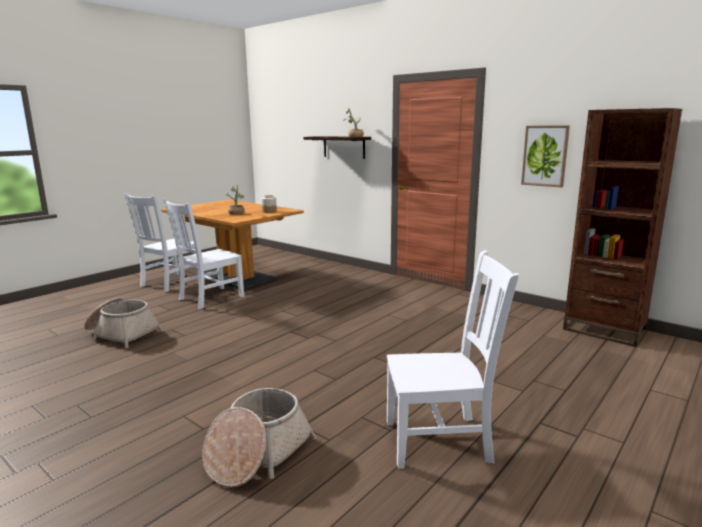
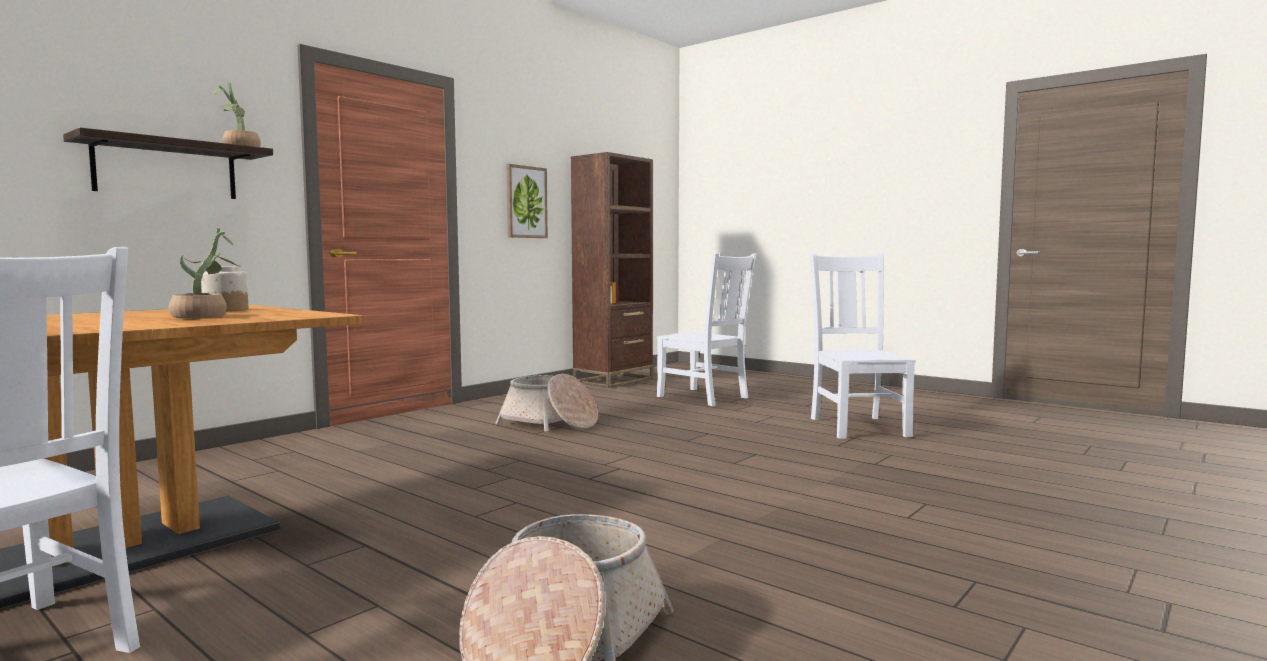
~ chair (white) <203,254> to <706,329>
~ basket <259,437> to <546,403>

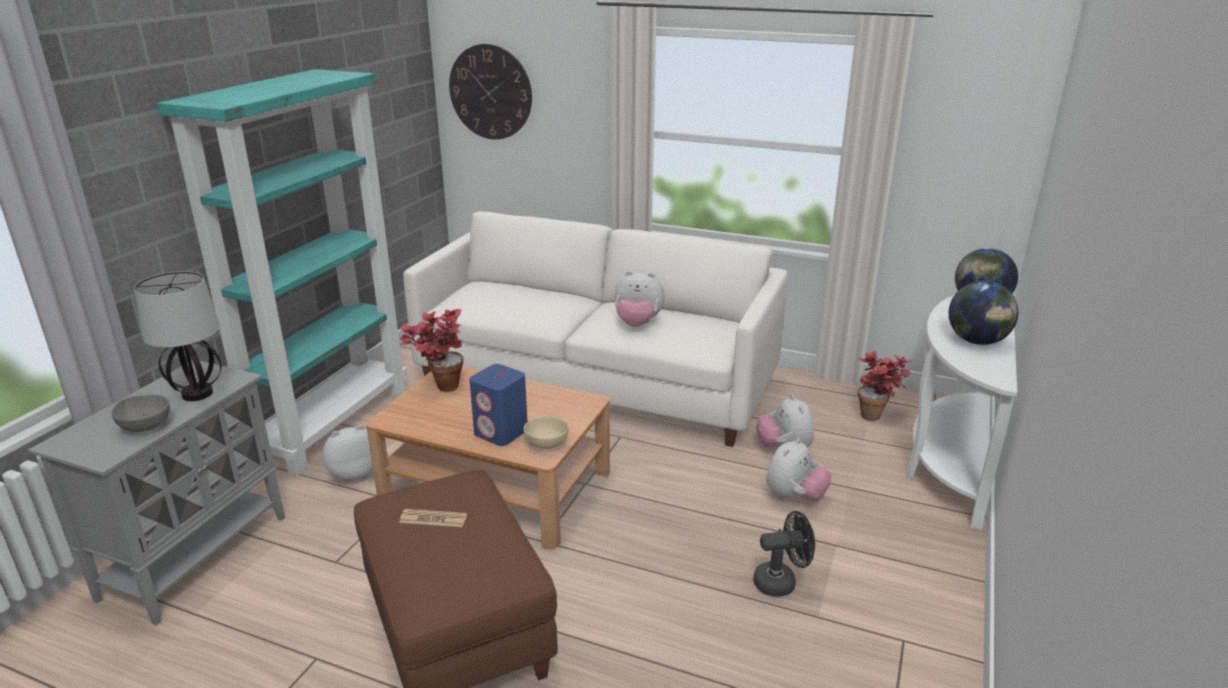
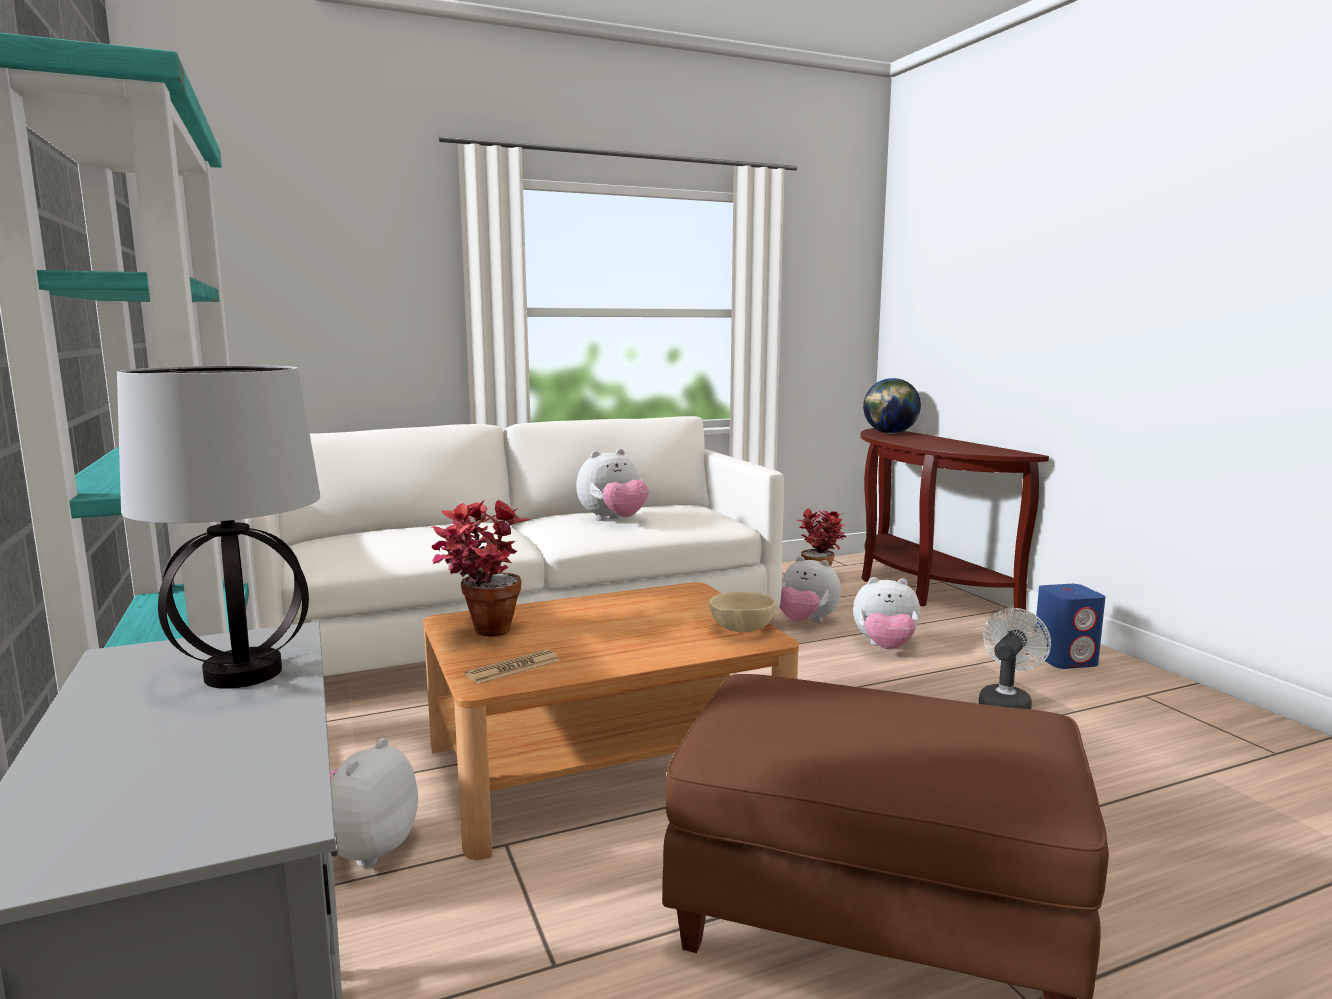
- wall clock <490,92>
- globe <983,313>
~ console table (white) <961,411> to console table (brown) <954,520>
~ speaker (blue) <498,405> to <1070,626>
- bowl (grey) <140,413>
~ plush toy <798,470> = <886,613> 105 degrees clockwise
~ newspaper <433,518> to <512,666>
~ fan (black) <784,553> to fan (white) <1014,658>

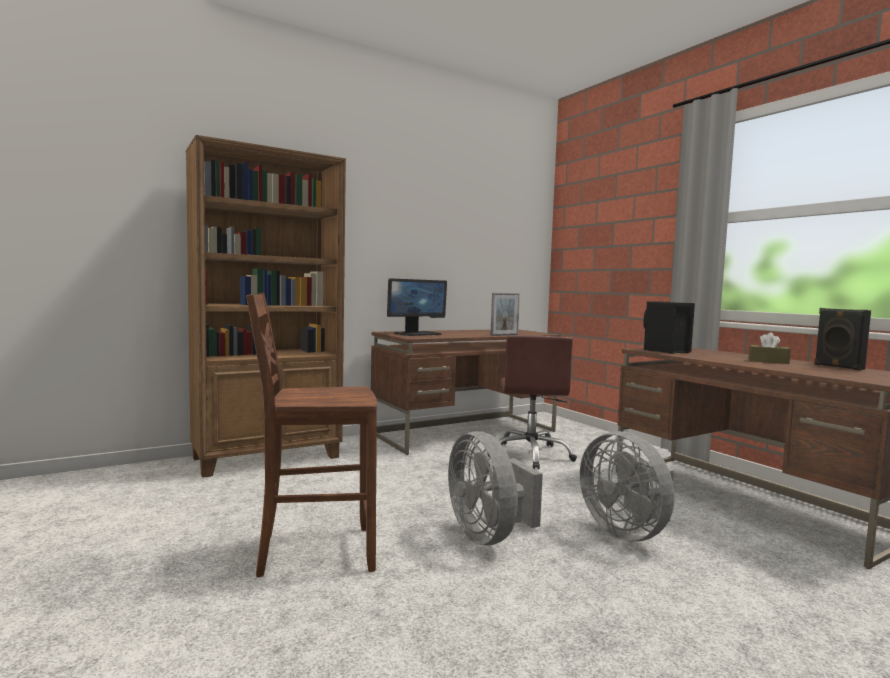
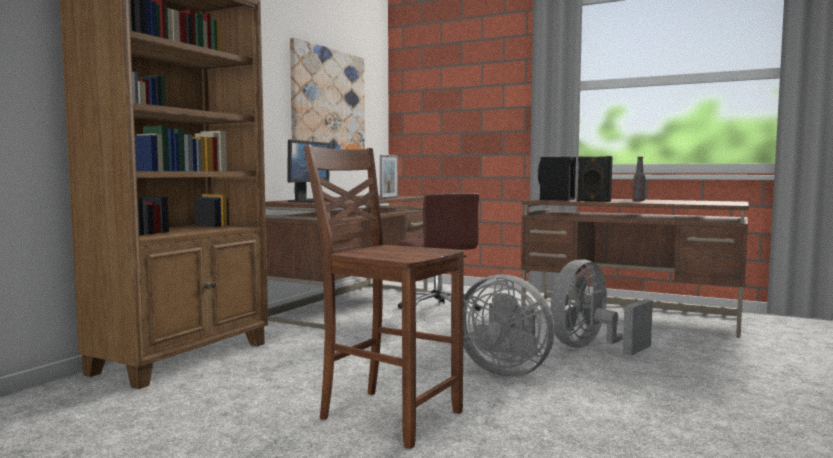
~ chair (brown) <311,435> = <384,297> 75 degrees clockwise
~ speaker (black) <842,339> to <594,179>
~ tissue box (brown) <770,348> to bottle <639,179>
~ fan (grey) <627,486> = <601,308> 105 degrees clockwise
+ picture <327,94>

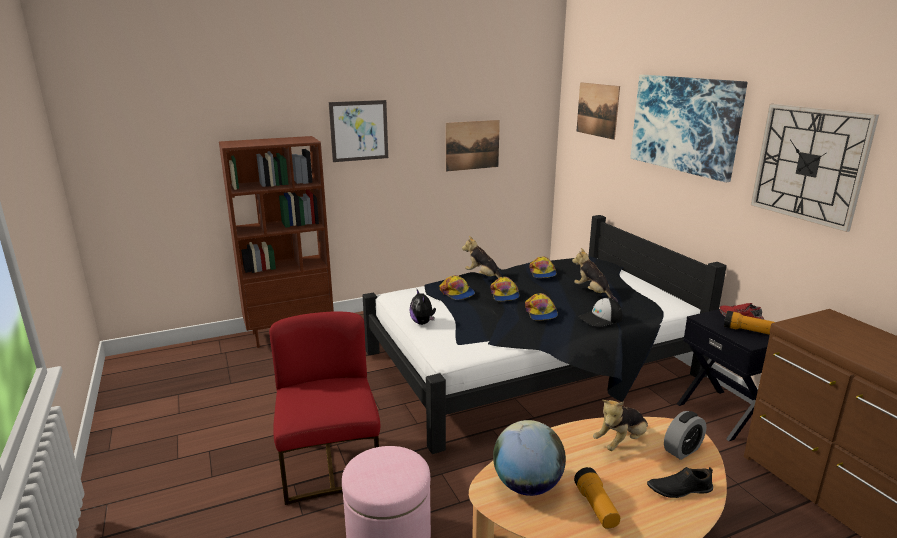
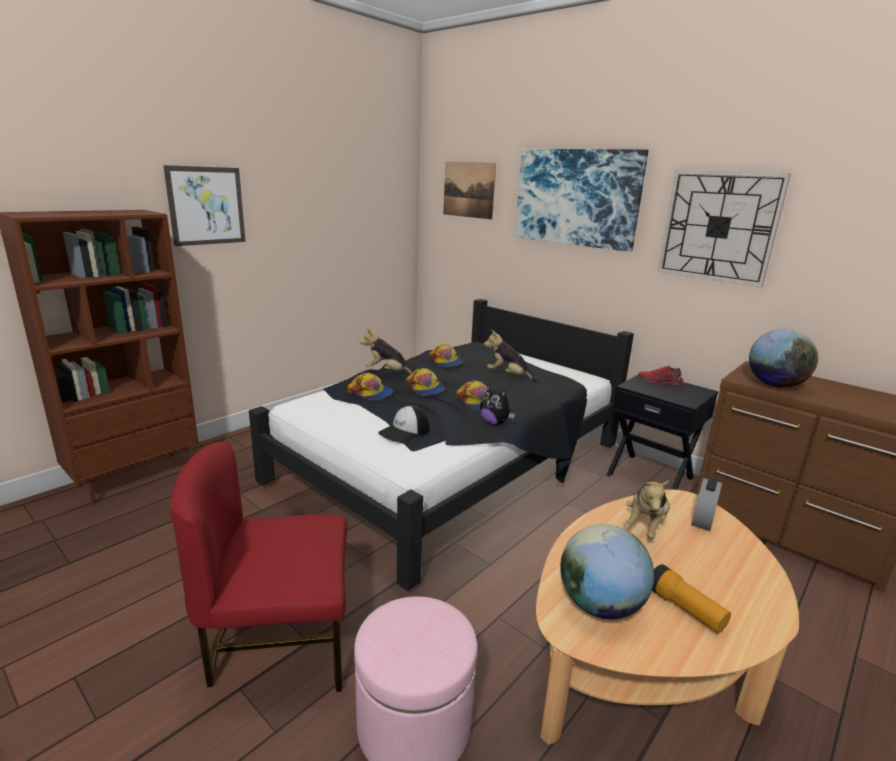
- picture <473,146>
~ plush toy <423,306> to <497,404>
~ cap <600,312> to <403,424>
- flashlight <749,323>
~ chair (red) <324,408> = <258,567> 60 degrees counterclockwise
- shoe (black) <680,482>
+ globe <783,358>

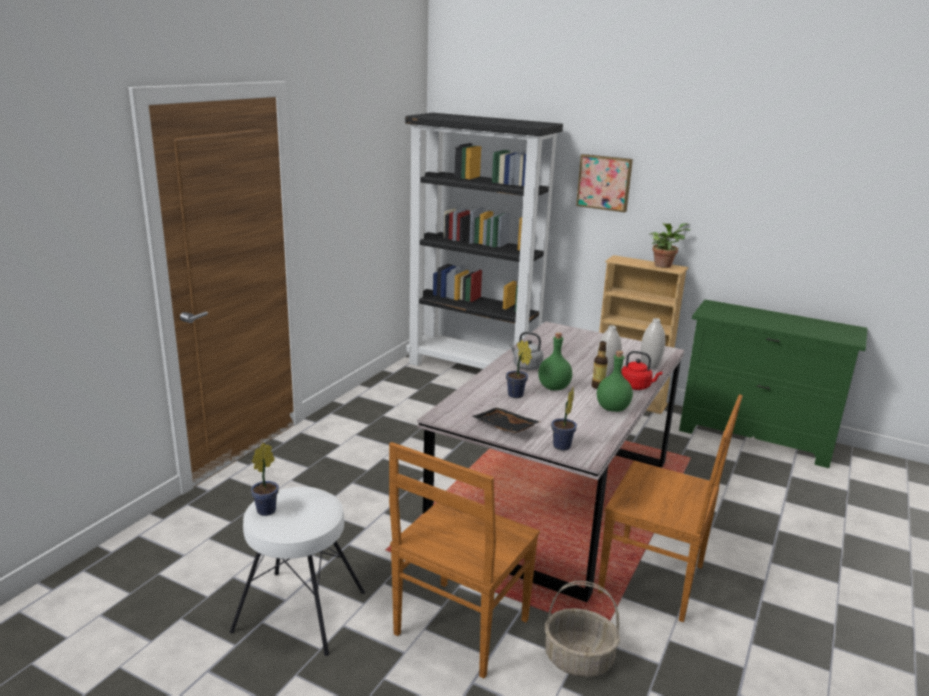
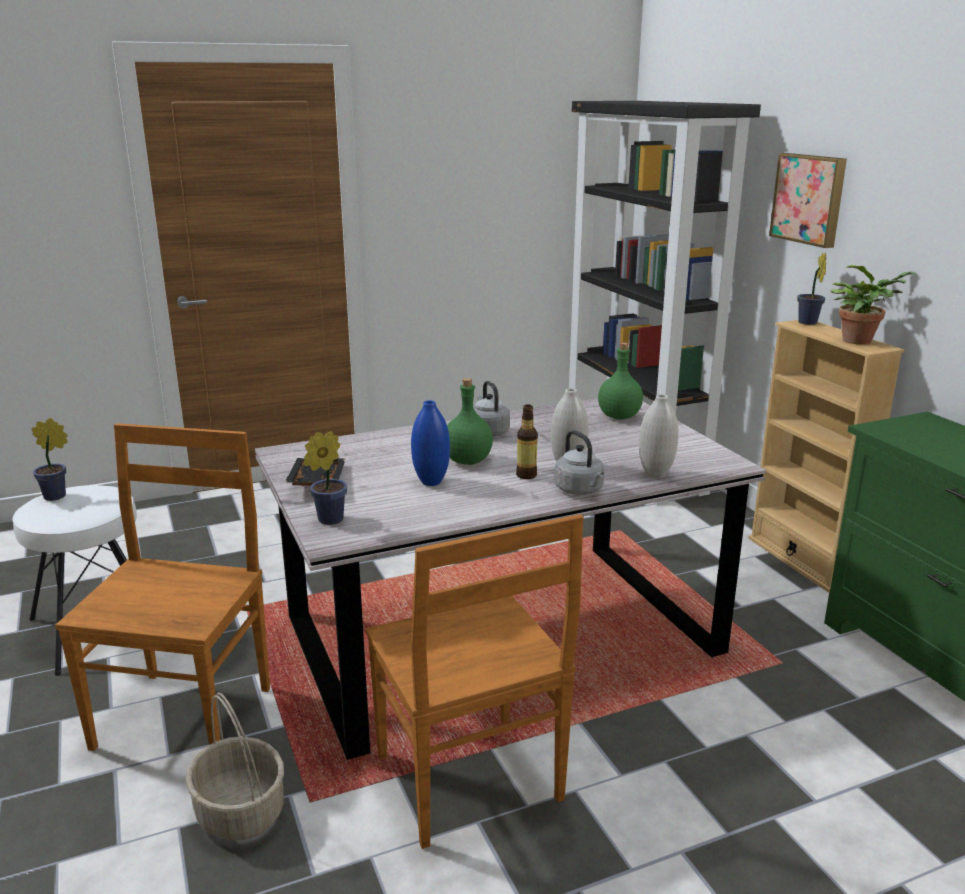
~ potted plant <519,369> to <811,288>
~ bottle (green) <615,381> to <620,381>
~ kettle (red) <641,370> to kettle (grey) <579,462>
~ chair (brown) <464,560> = <162,587> 120 degrees clockwise
+ vase (blue) <430,443>

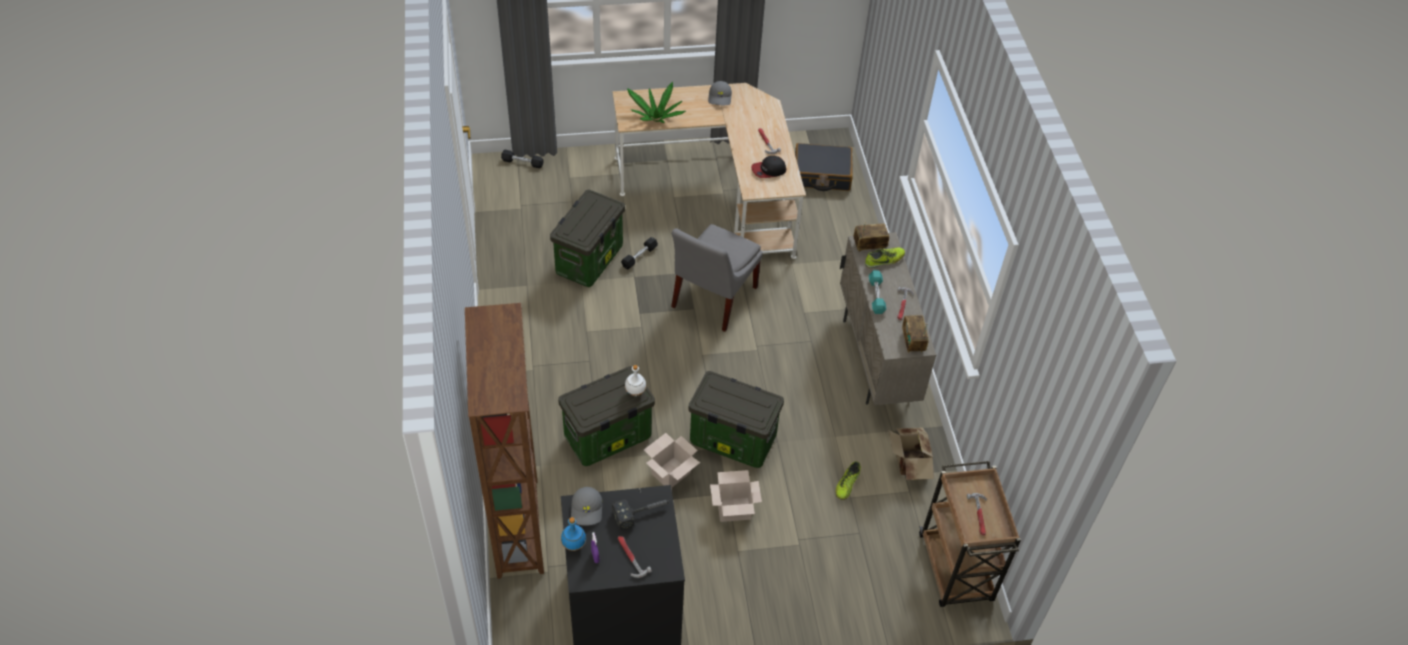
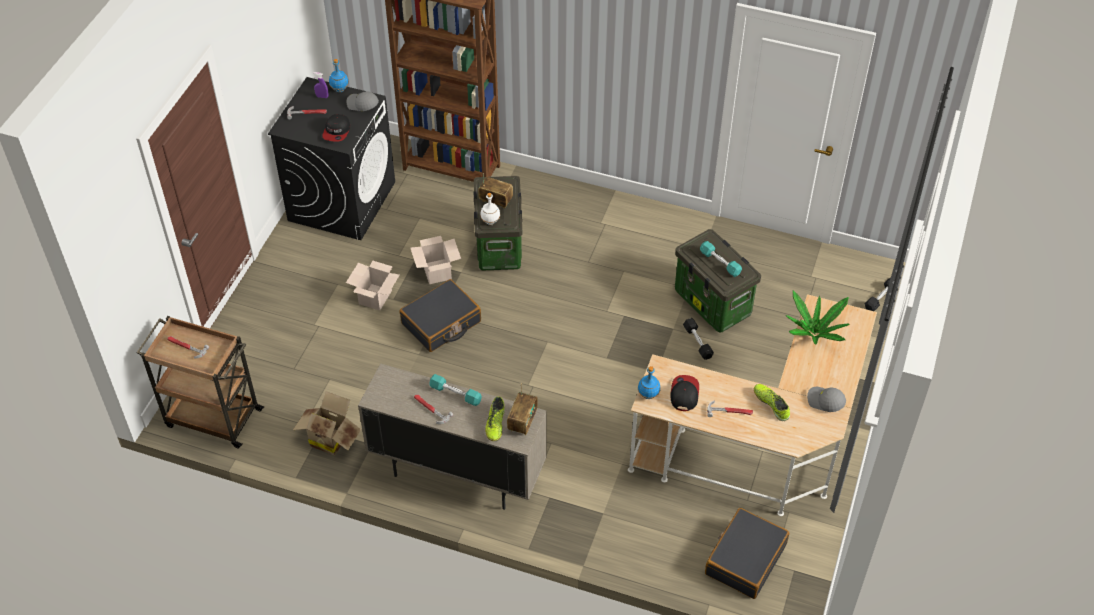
- chair (grey) <717,278>
~ radio <915,334> to <495,190>
~ storage box <736,419> to suitcase (black) <440,315>
~ shoe <848,480> to <772,402>
~ hammer <641,514> to cap <336,128>
+ dumbbell (turquoise) <721,259>
+ bottle (blue) <649,382>

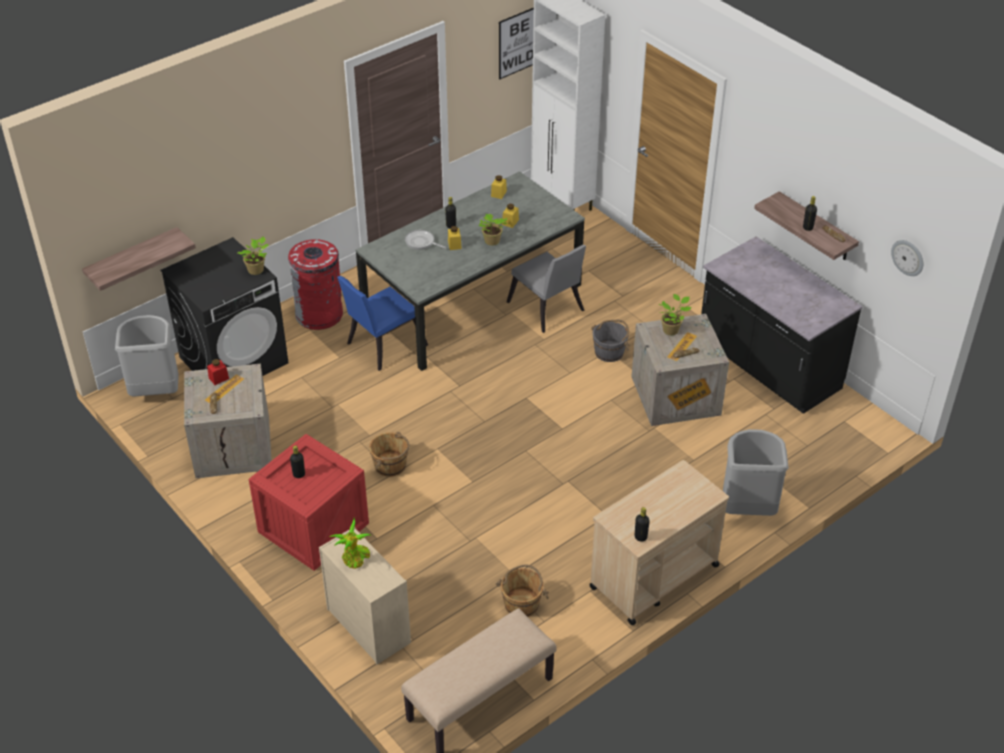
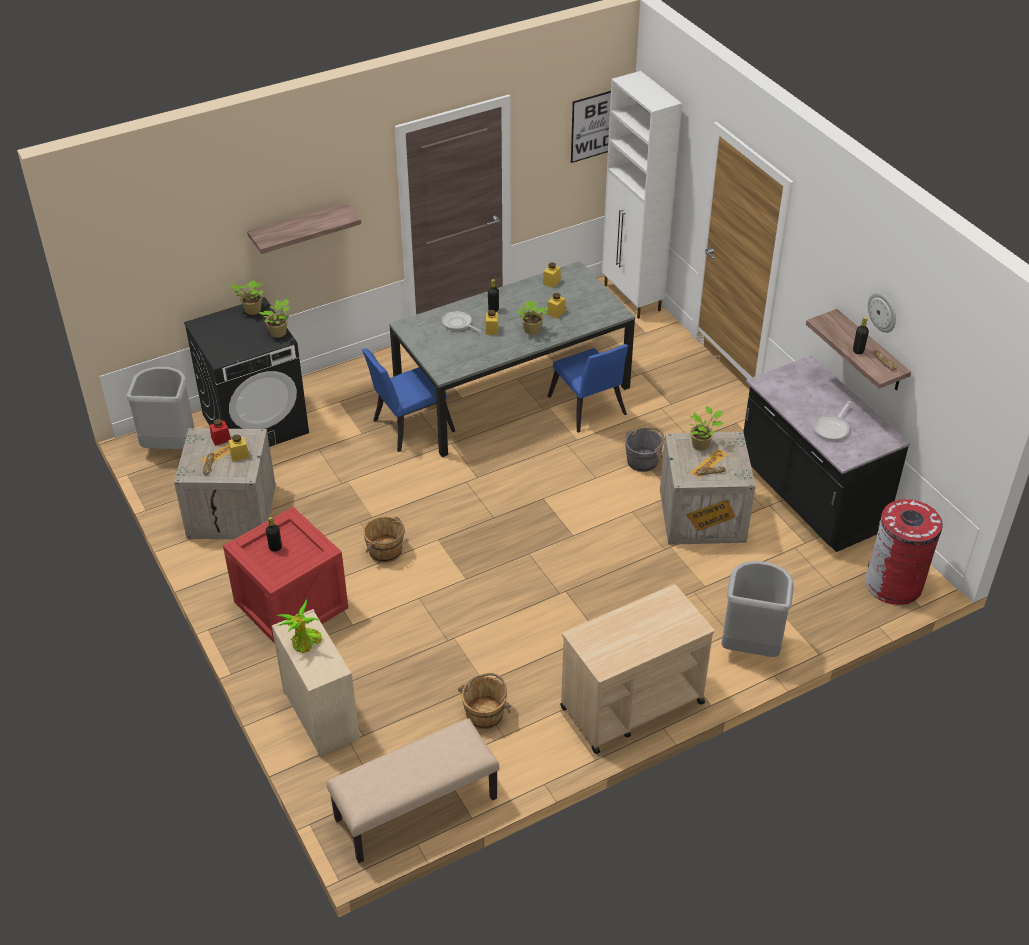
~ shelf <139,259> to <304,228>
~ trash can (red) <315,284> to <904,552>
~ wall clock <907,258> to <882,313>
~ chair (grey) <546,289> to chair (blue) <588,388>
- bottle (black) <642,524>
+ potted plant <247,297>
+ frying pan <832,420>
+ jar (yellow) <239,448>

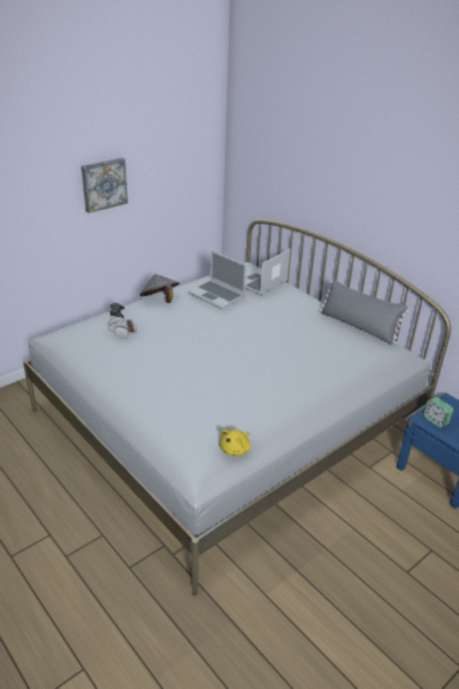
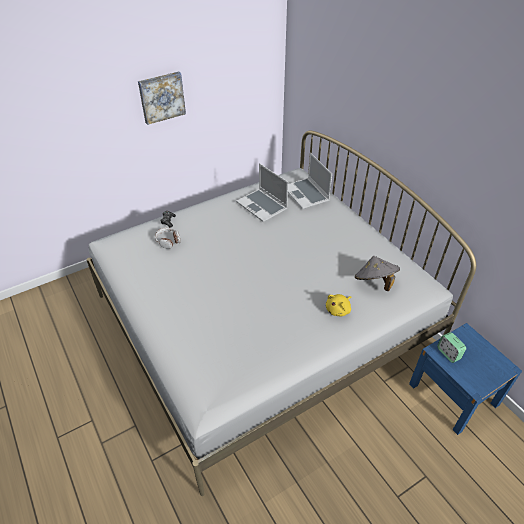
~ laptop <267,272> = <310,181> 75 degrees counterclockwise
~ hat (grey) <160,288> to <377,273>
- pillow (grey) <364,312>
~ plush toy (yellow) <235,442> to <339,305>

